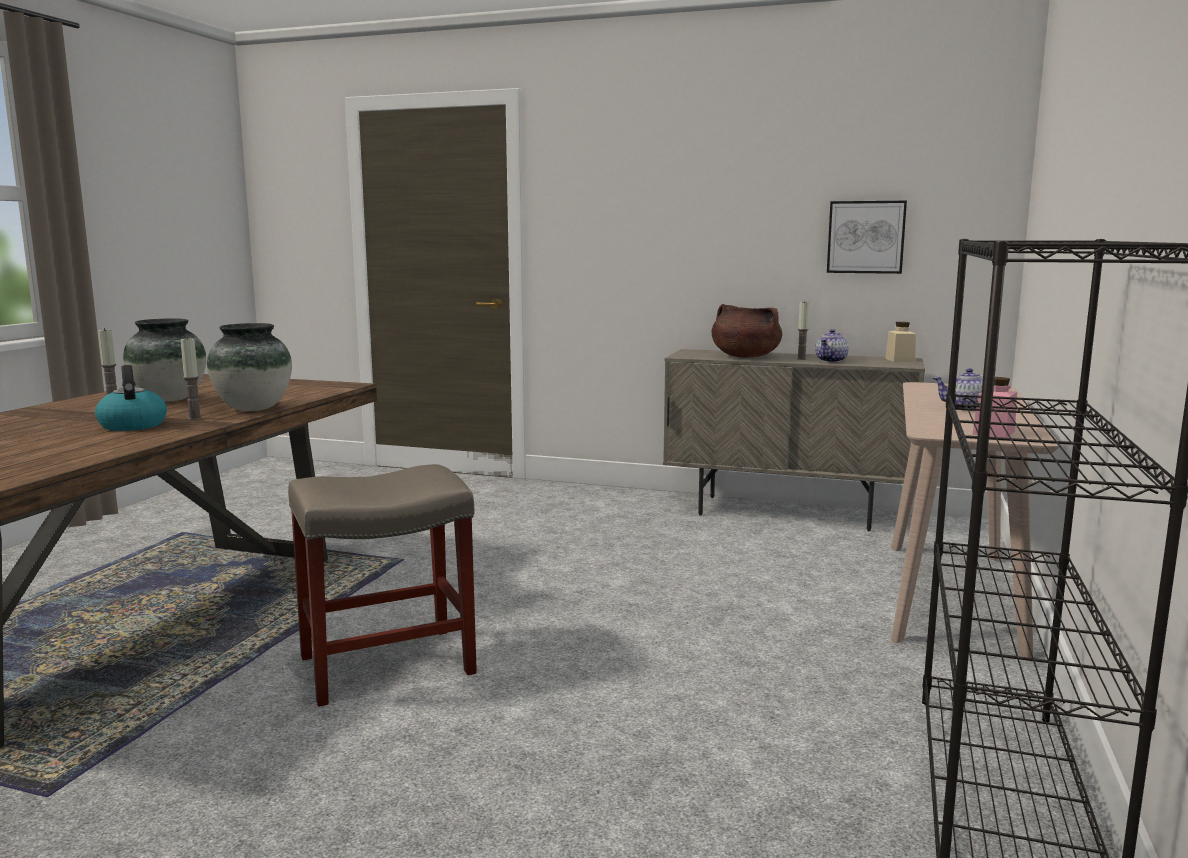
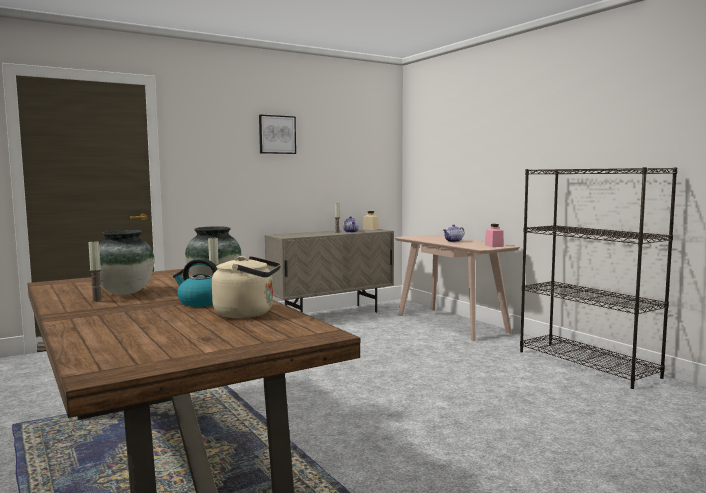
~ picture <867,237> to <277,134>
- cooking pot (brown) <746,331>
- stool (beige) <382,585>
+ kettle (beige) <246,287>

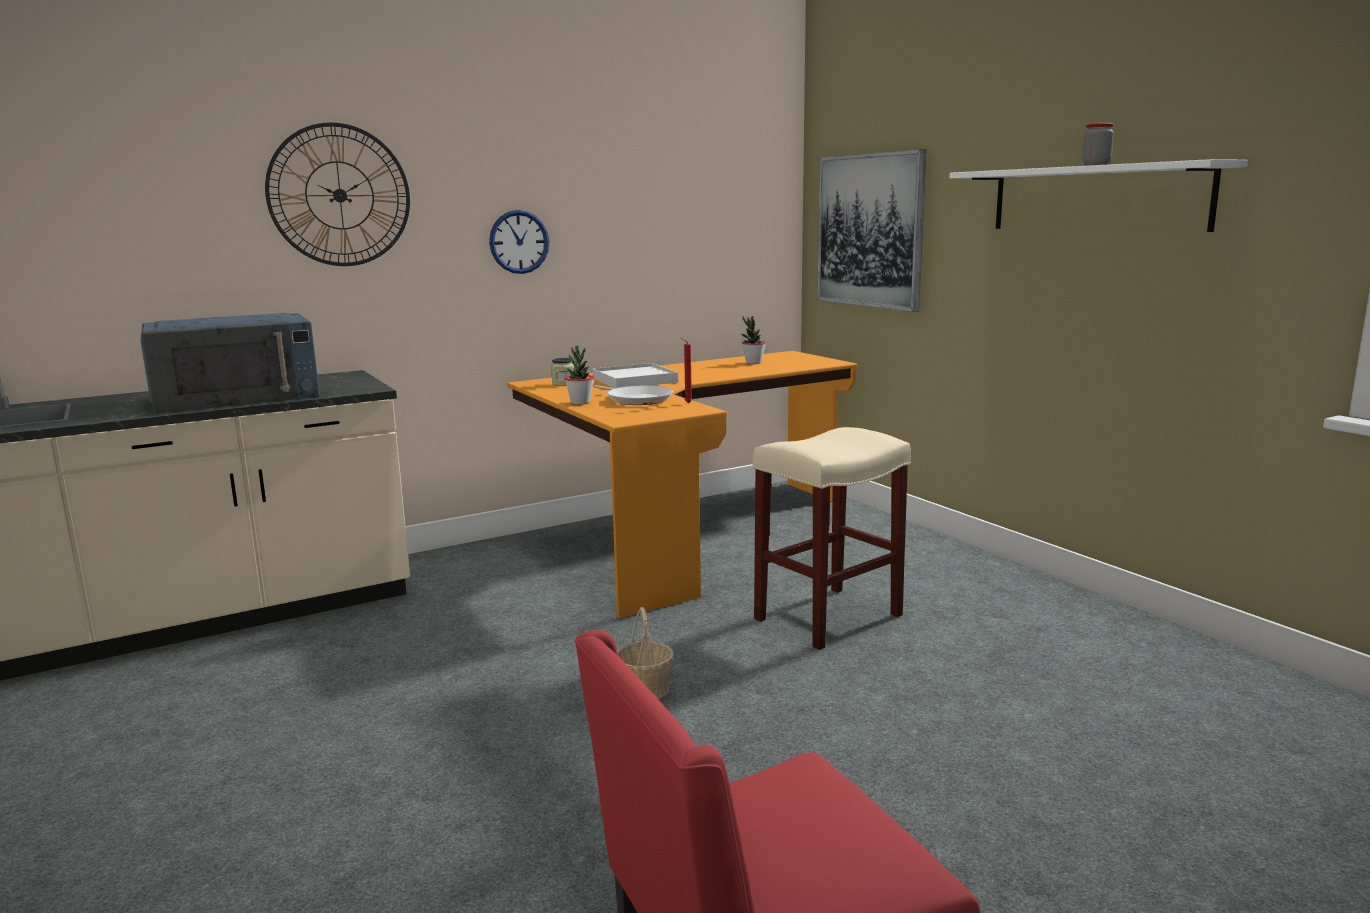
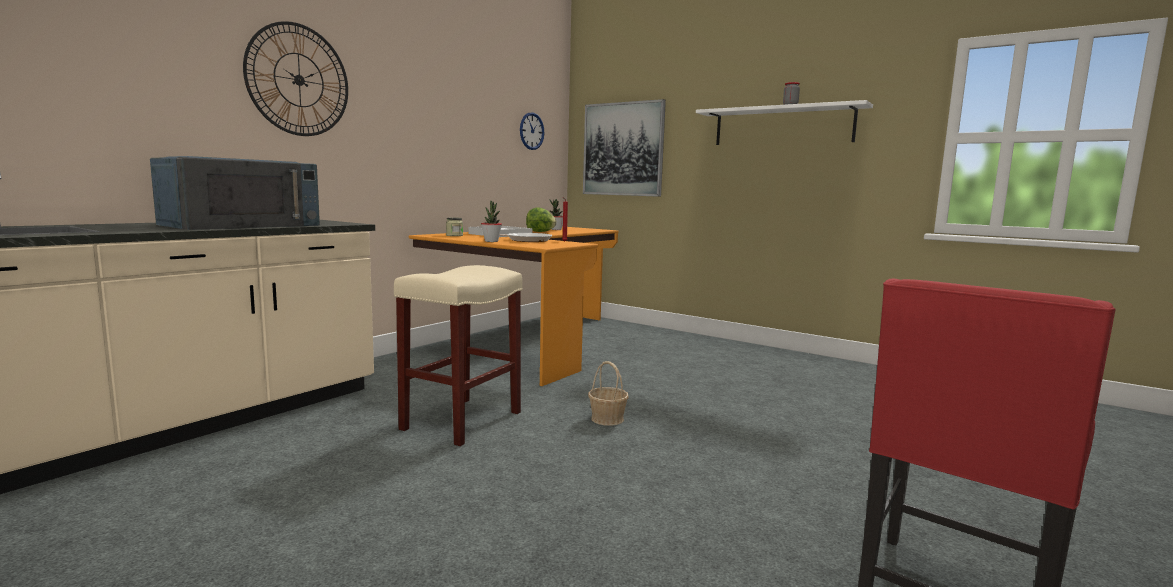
~ wall clock <519,242> to <532,131>
~ stool (beige) <832,538> to <458,355>
+ lettuce <541,220>

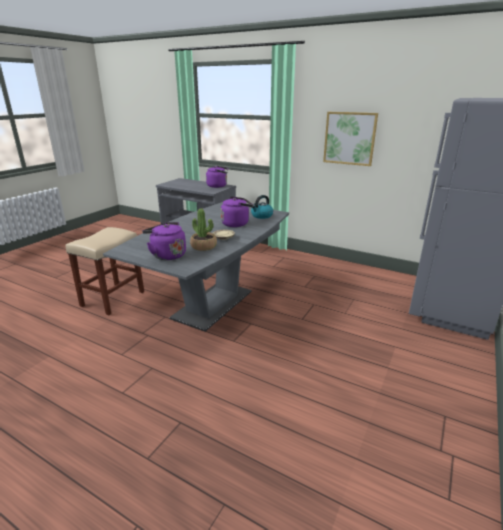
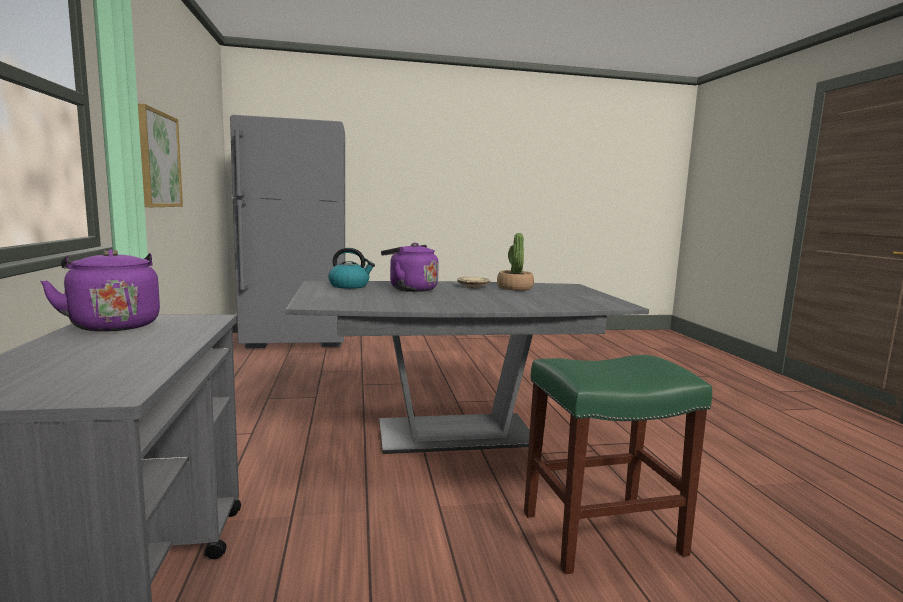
- kettle (purple) <164,241>
~ stool (beige) <105,271> to stool (green) <618,464>

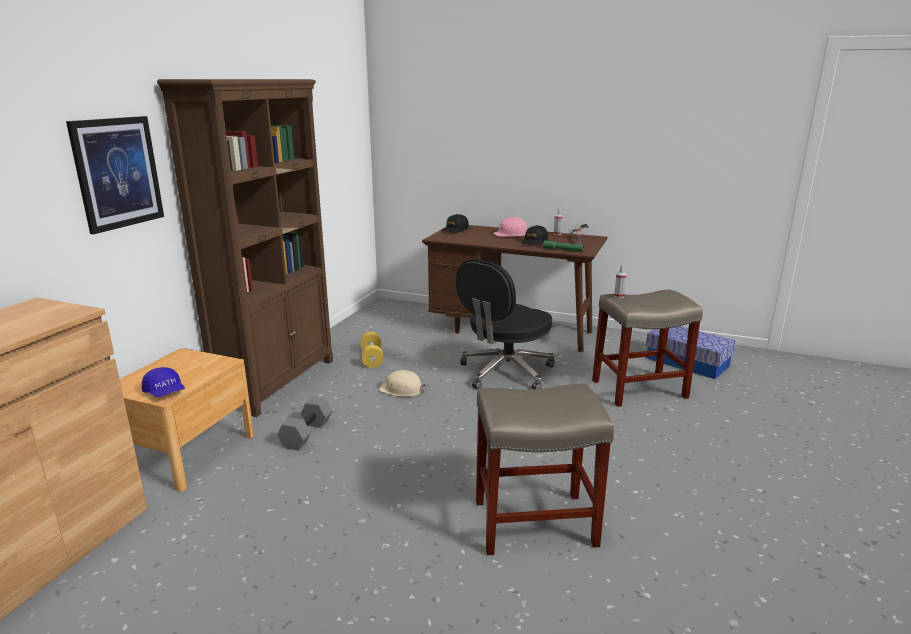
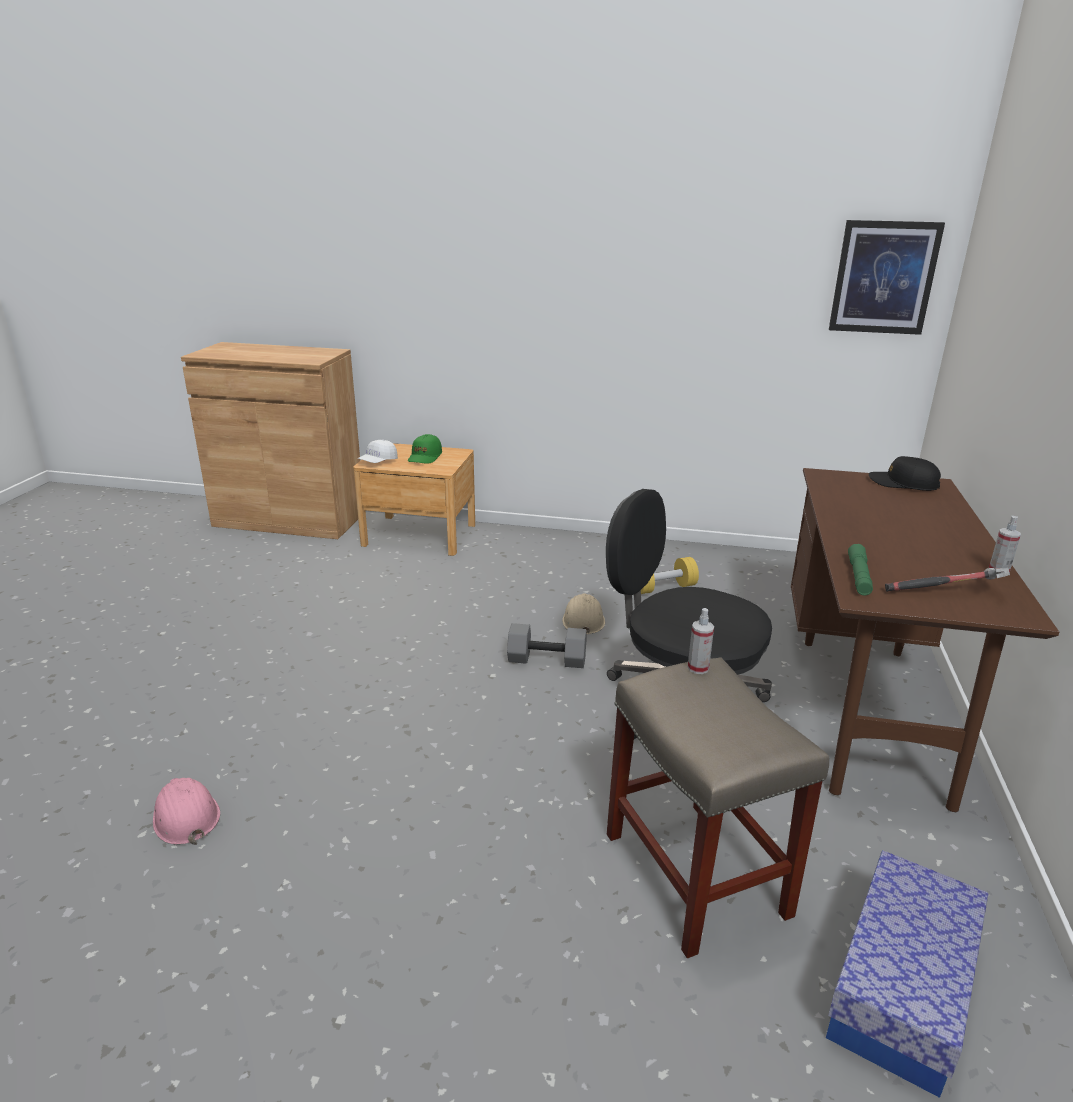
- bookcase (brown) <245,248>
~ picture <115,175> to <887,277>
~ hard hat (pink) <510,227> to <186,811>
- cap (black) <534,235>
~ cap (blue) <163,382> to cap (white) <378,451>
- stool (beige) <545,469>
~ dumbbell (grey) <304,424> to <547,645>
+ cap (green) <425,448>

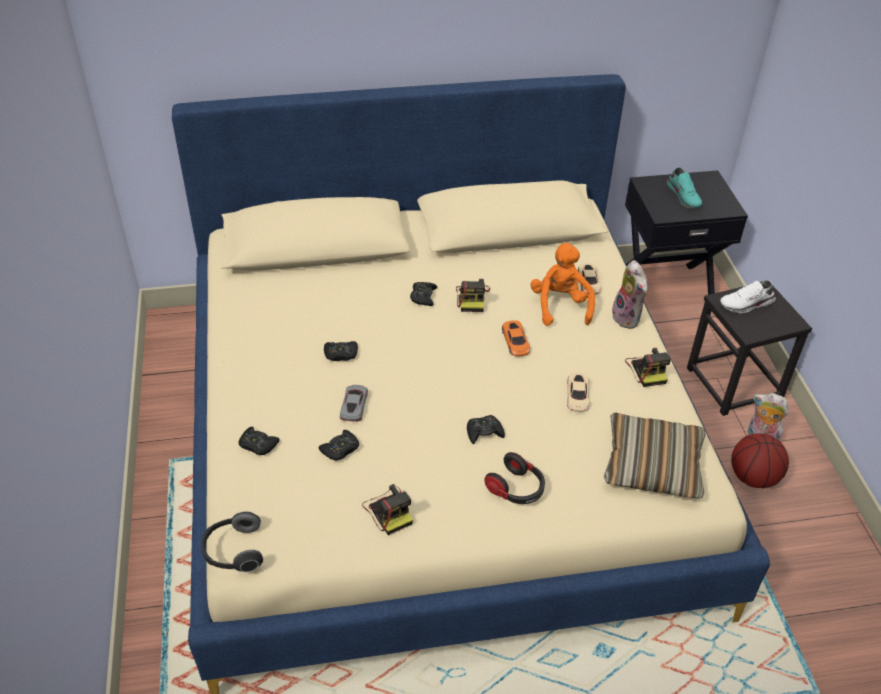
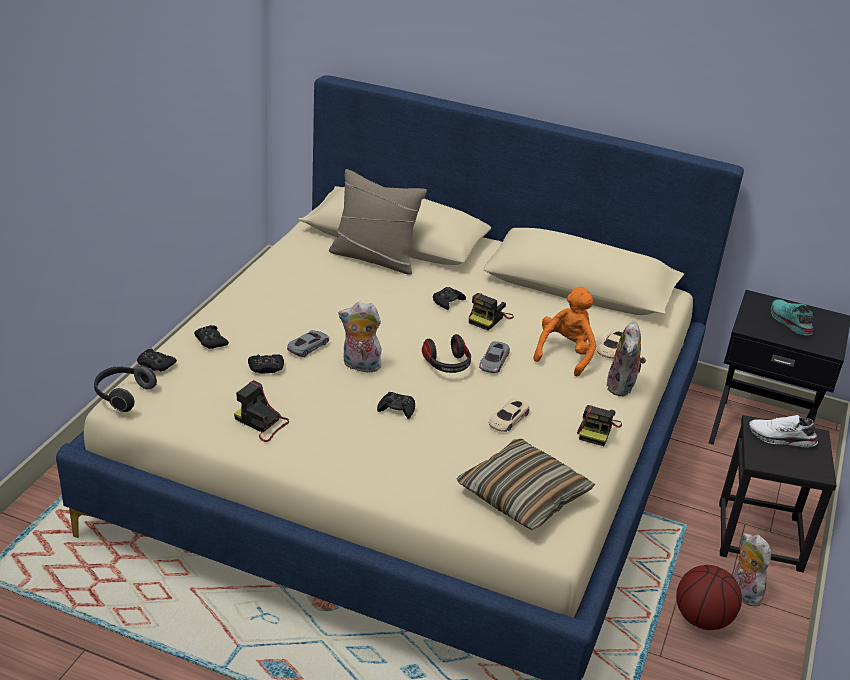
~ shoe (turquoise) <684,188> = <792,317> 150 degrees clockwise
~ toy car (orange) <516,338> to toy car (grey) <494,357>
~ game controller (black) <341,351> to <157,360>
~ headphones <514,478> to <446,353>
~ photo camera <387,509> = <261,411> 120 degrees clockwise
+ pillow (beige) <378,222>
+ plush toy <360,337>

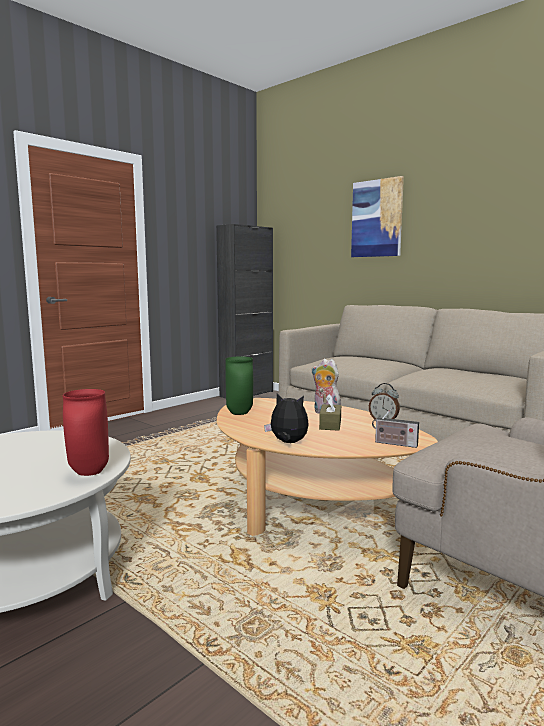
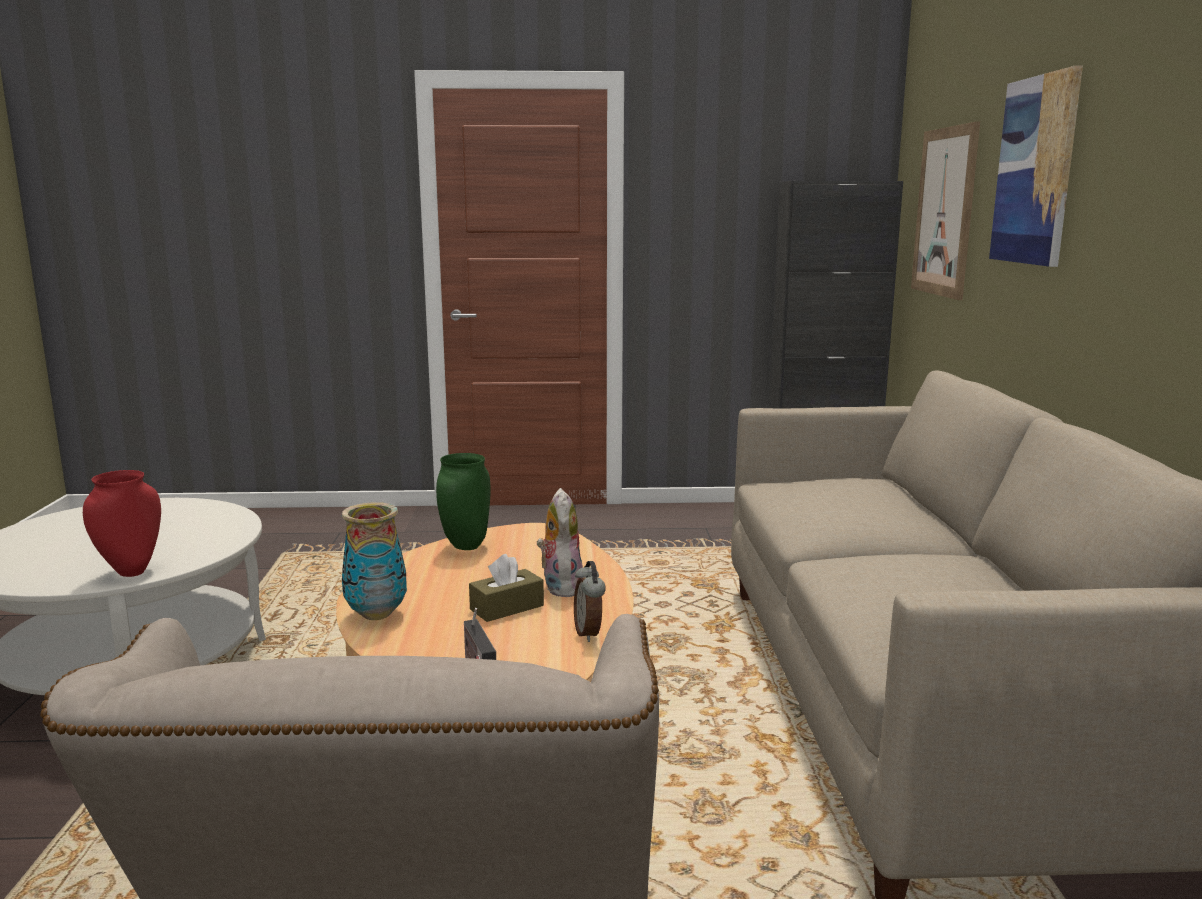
~ plush toy <286,418> to vase <374,561>
+ picture <945,210>

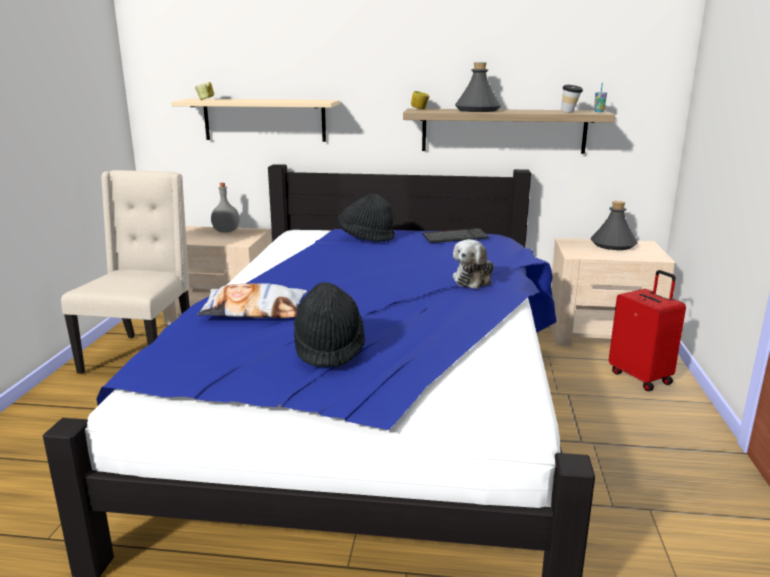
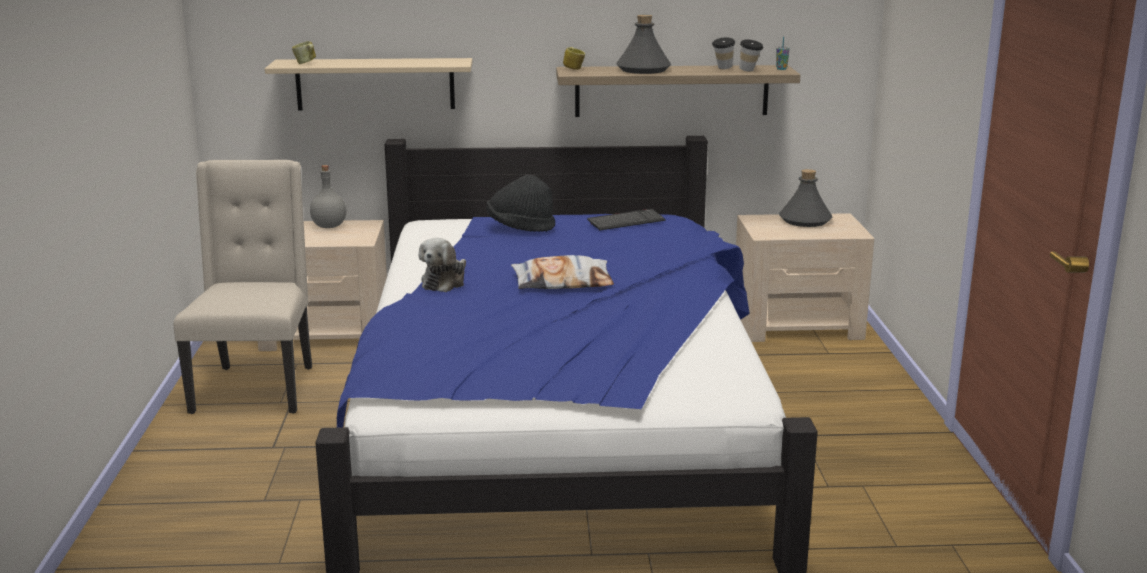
~ plush toy <473,264> to <442,265>
- suitcase (red) <647,330>
- hat (black) <329,325>
~ pillow <252,300> to <562,272>
+ cup <723,53>

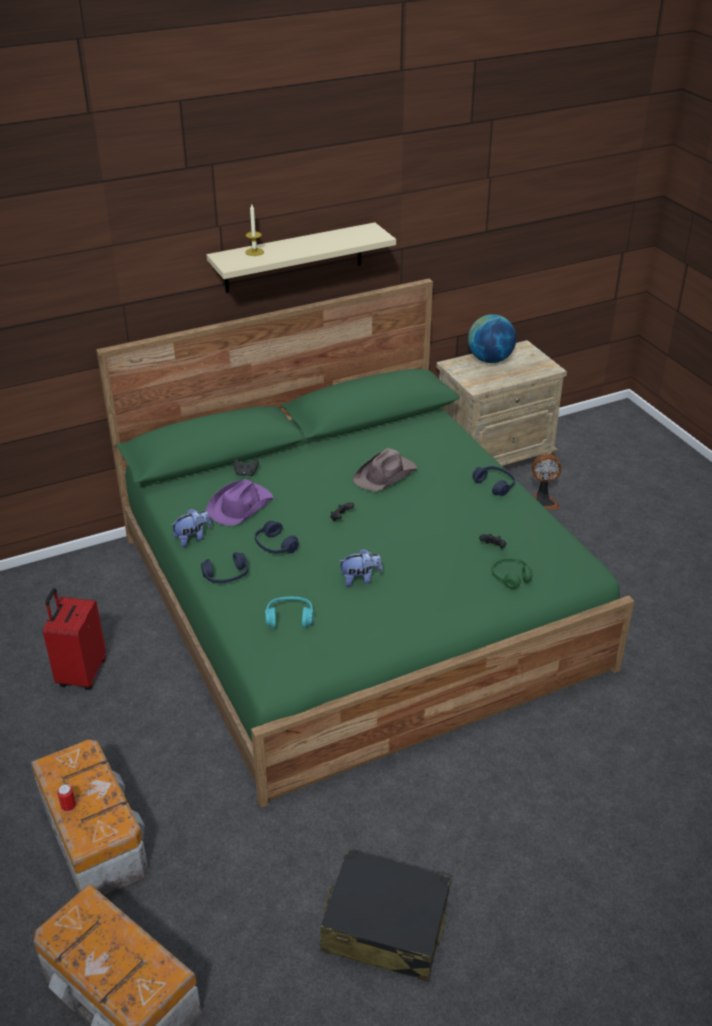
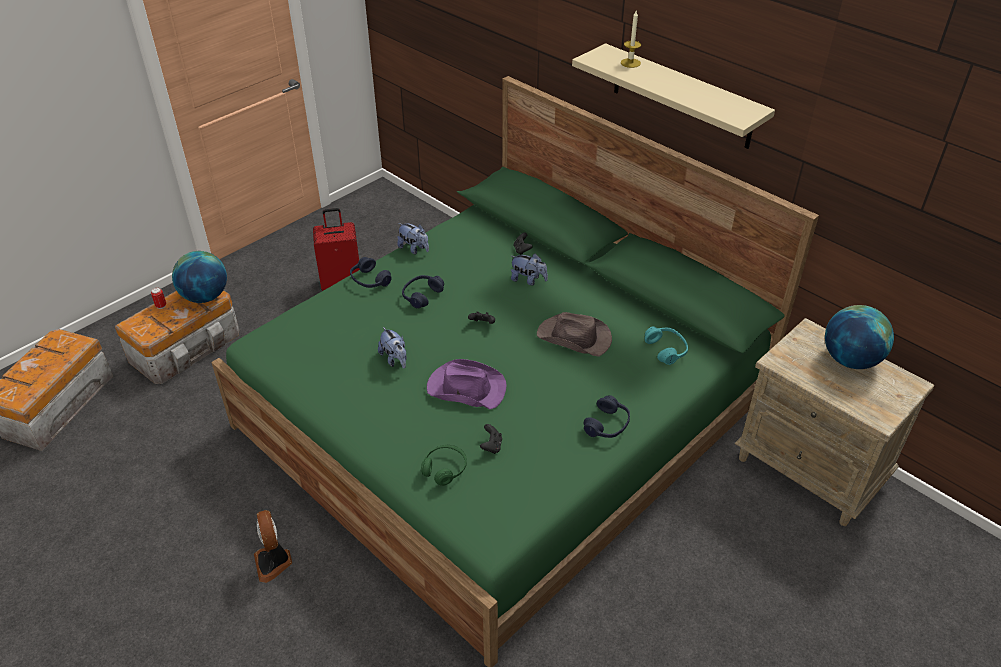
~ fan <547,481> to <273,546>
~ hat (purple) <240,502> to <467,384>
~ headphones (turquoise) <289,612> to <666,345>
- suitcase (black) <385,915>
+ globe <199,277>
+ plush toy <529,269>

